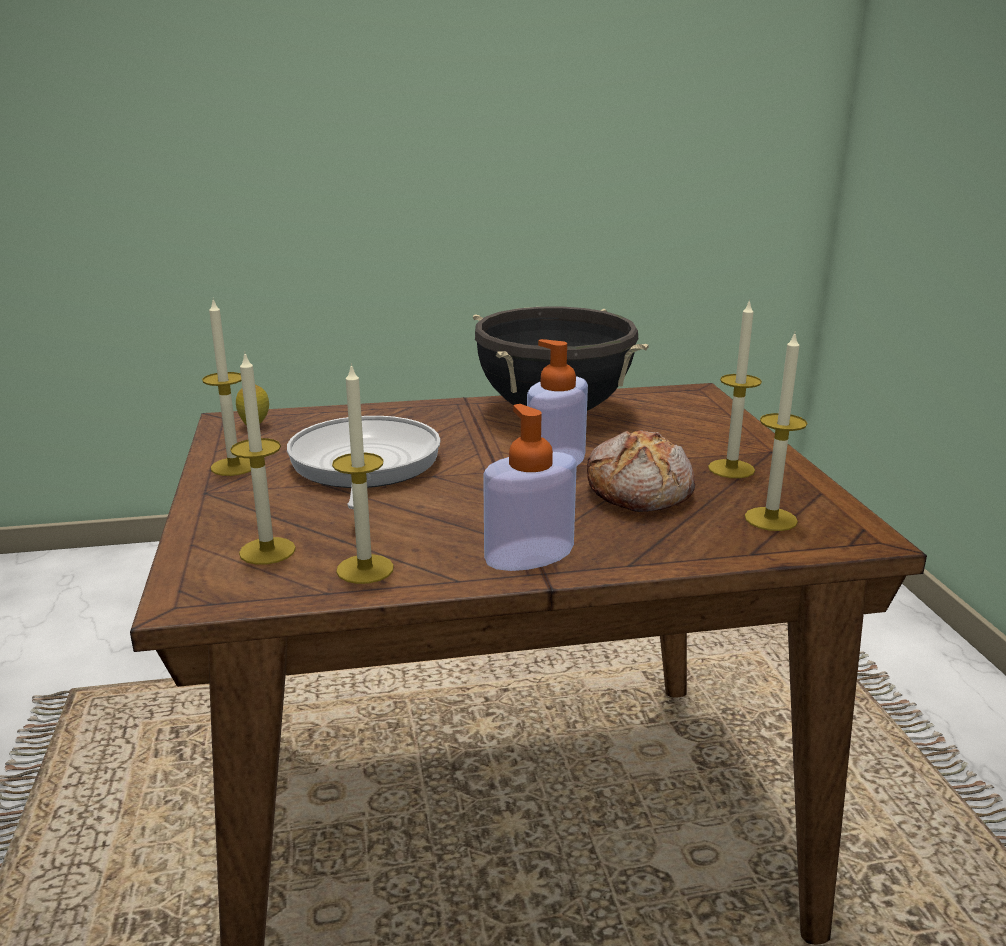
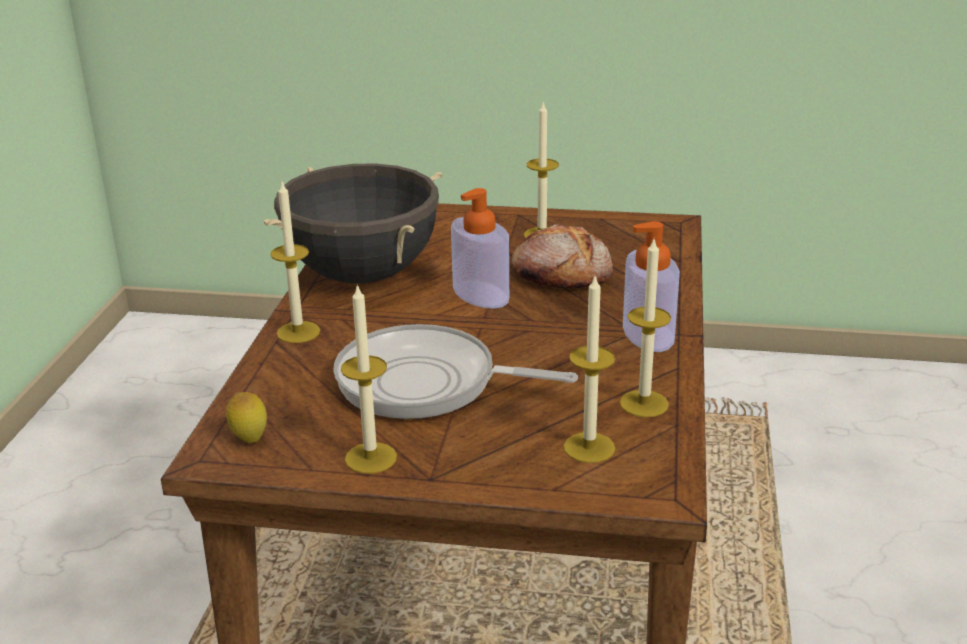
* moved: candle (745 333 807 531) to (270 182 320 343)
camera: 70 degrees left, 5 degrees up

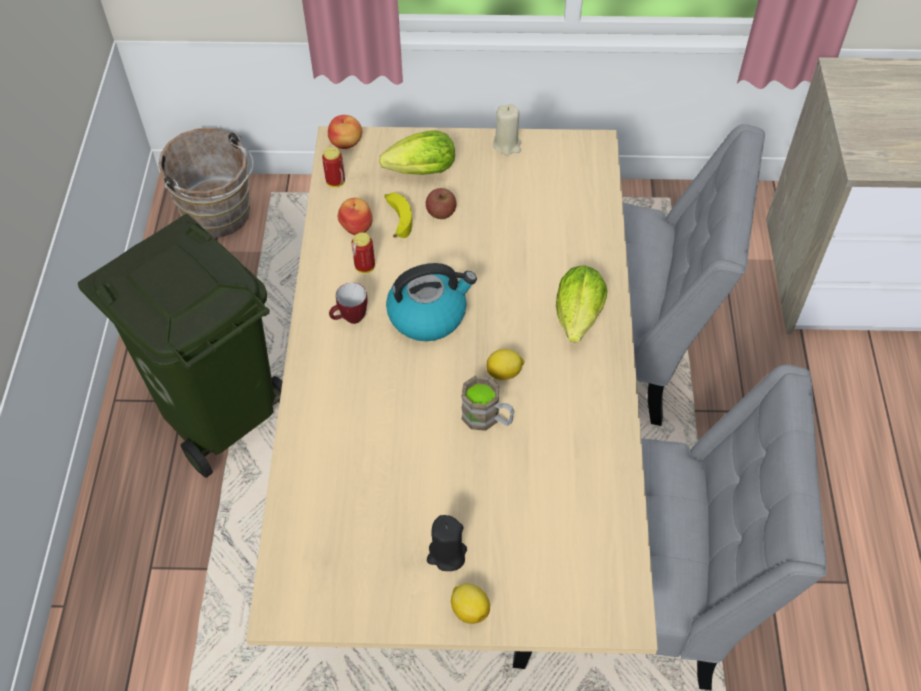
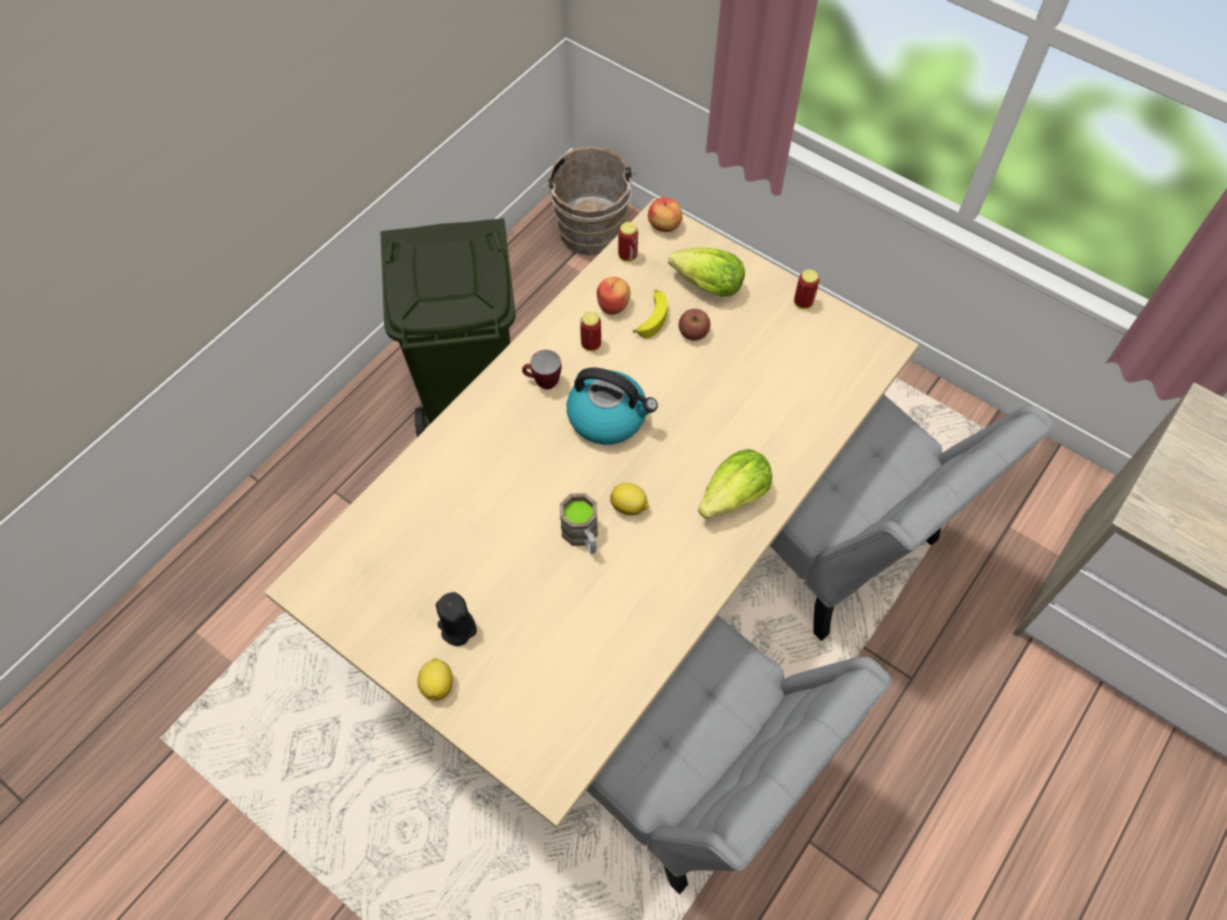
* replaced: beige candle (493 104 521 156) to can (794 269 820 309)
camera: 35 degrees right, 5 degrees up

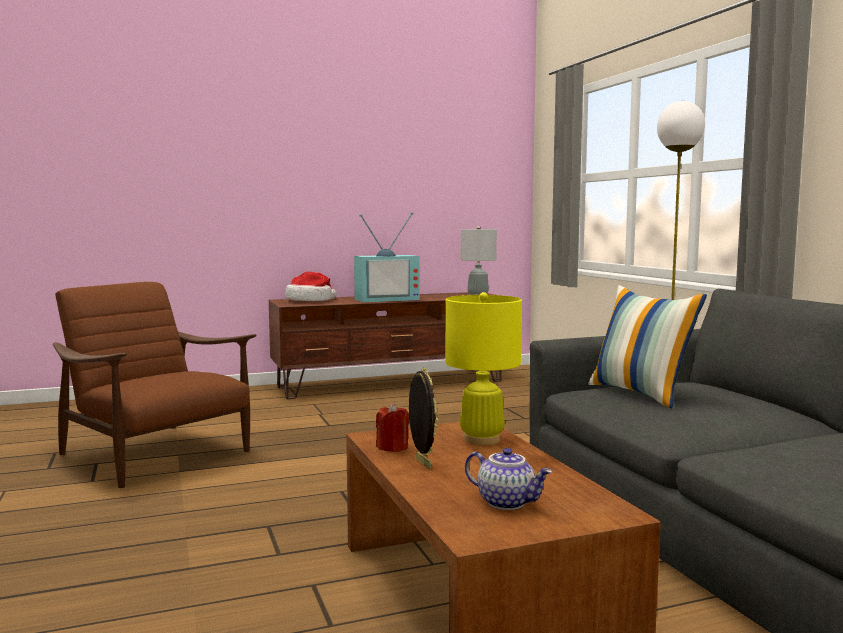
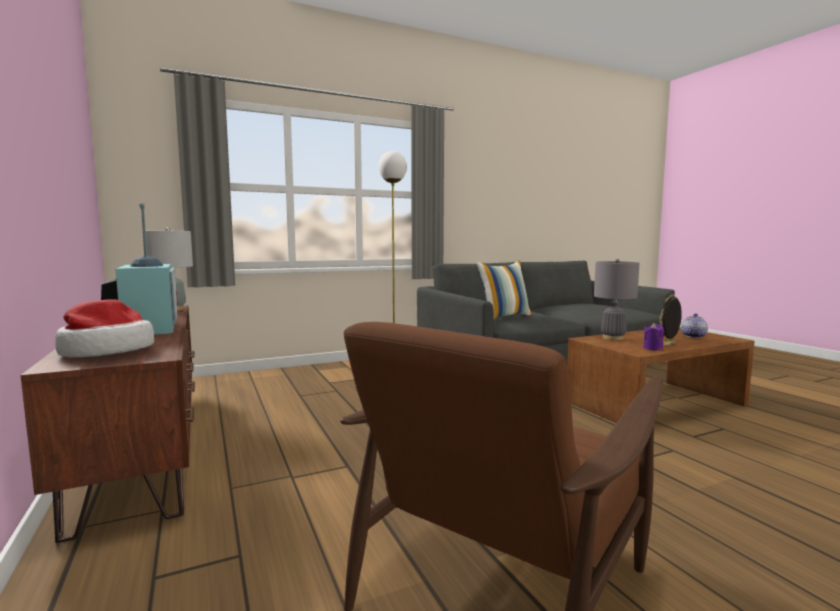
* recoloured: yellow table lamp (445 292 522 445) to grey table lamp (594 259 640 341)
* recoloured: red candle (376 403 409 452) to purple candle (644 323 664 351)
camera: 95 degrees left, 0 degrees up

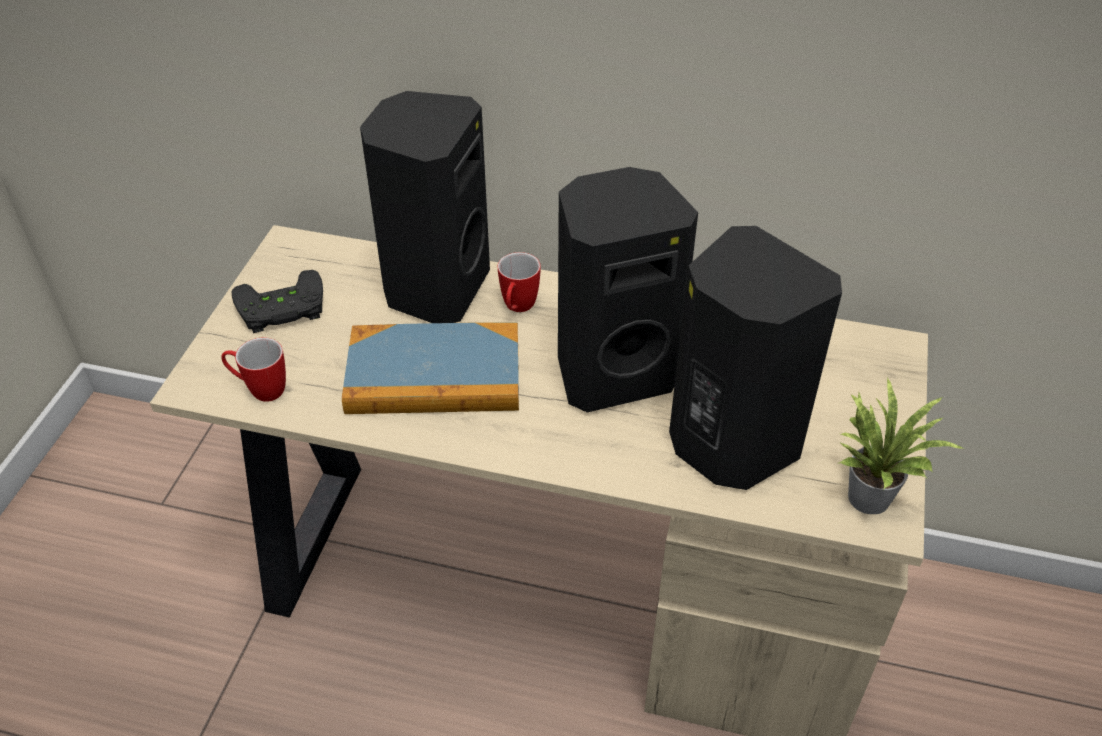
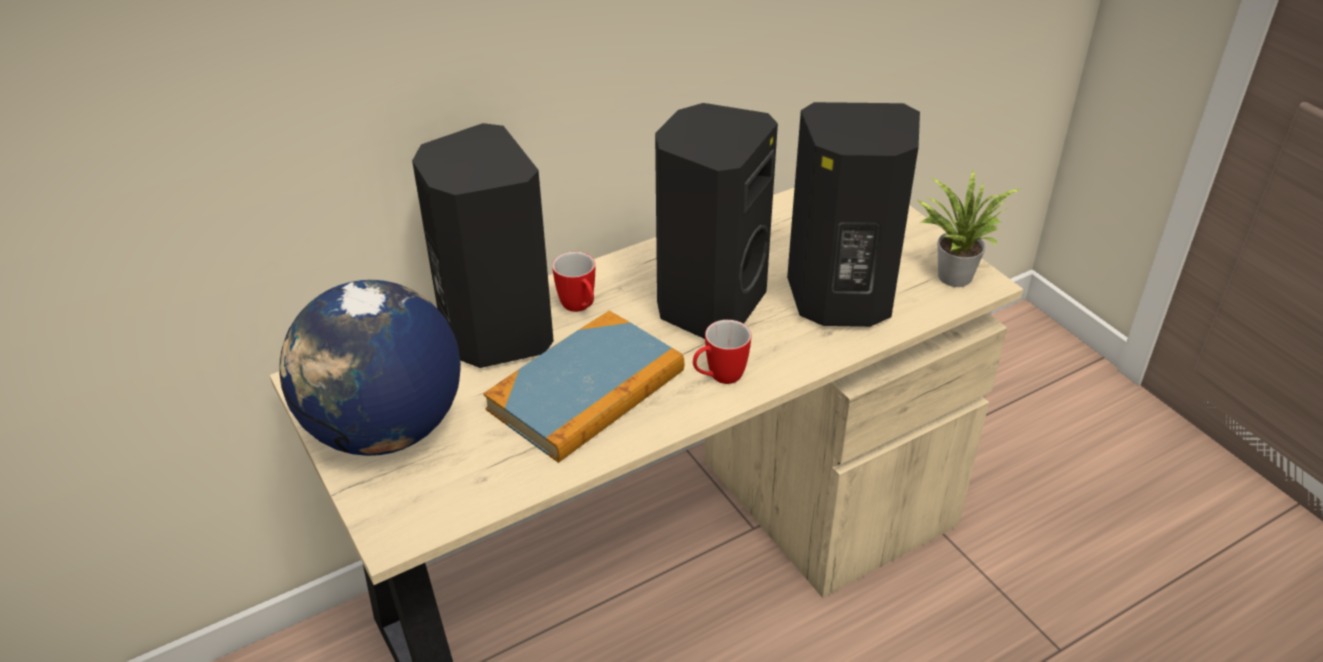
* replaced: black game controller (232 270 323 333) to globe (280 280 461 456)
* moved: mug (221 338 286 402) to (693 320 752 384)
camera: 45 degrees left, 5 degrees down

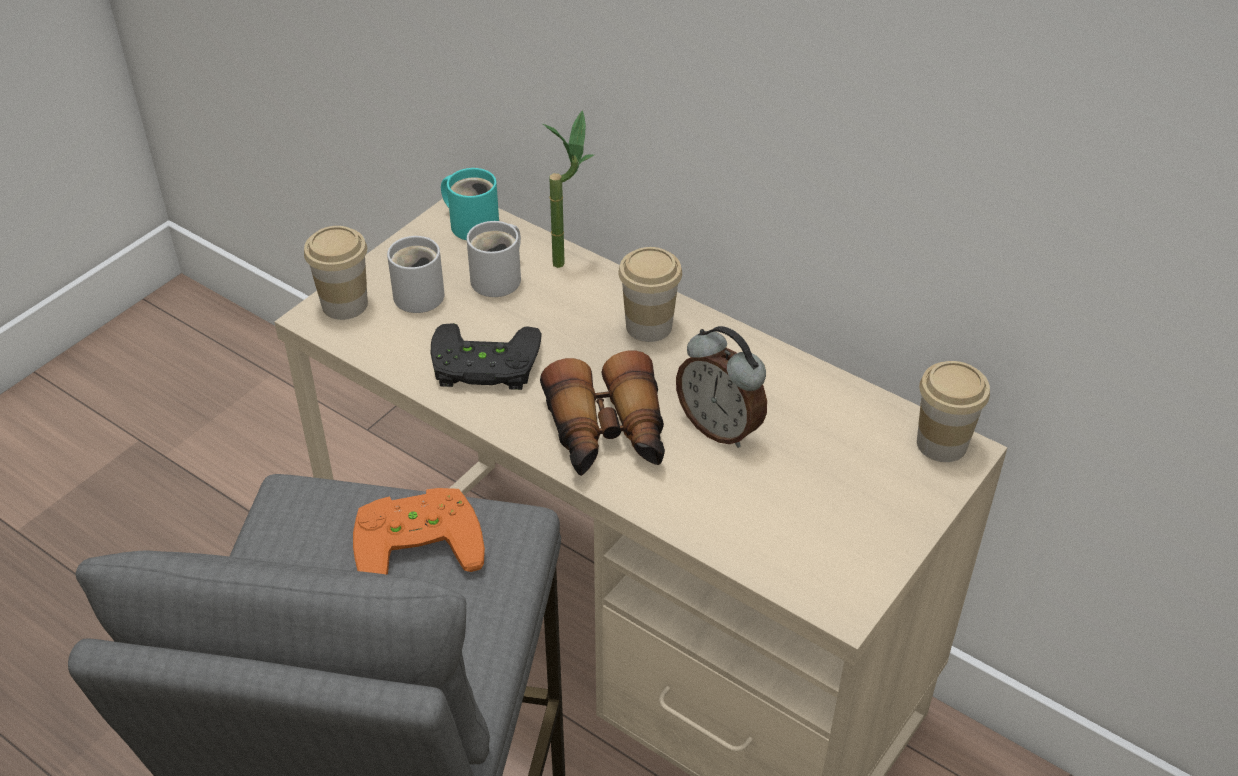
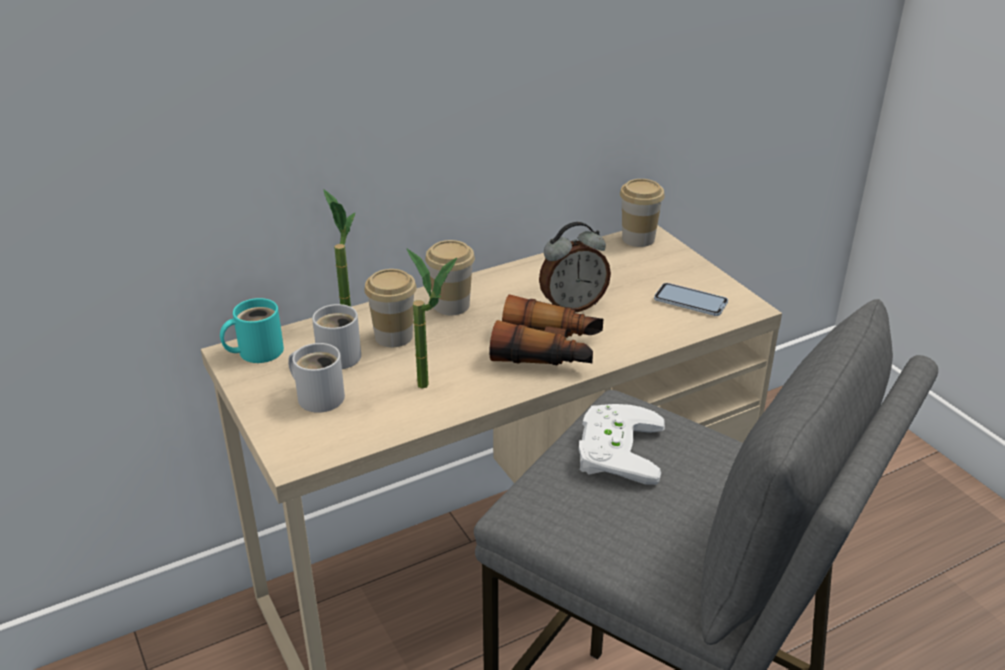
* moved: cup (304 226 368 320) to (364 269 417 347)
* replaced: black game controller (431 323 542 390) to potted plant (407 249 457 389)
* recoloured: orange game controller (353 488 485 575) to white game controller (579 404 665 485)
* added: phone (654 283 728 316)
camera: 65 degrees left, 10 degrees down

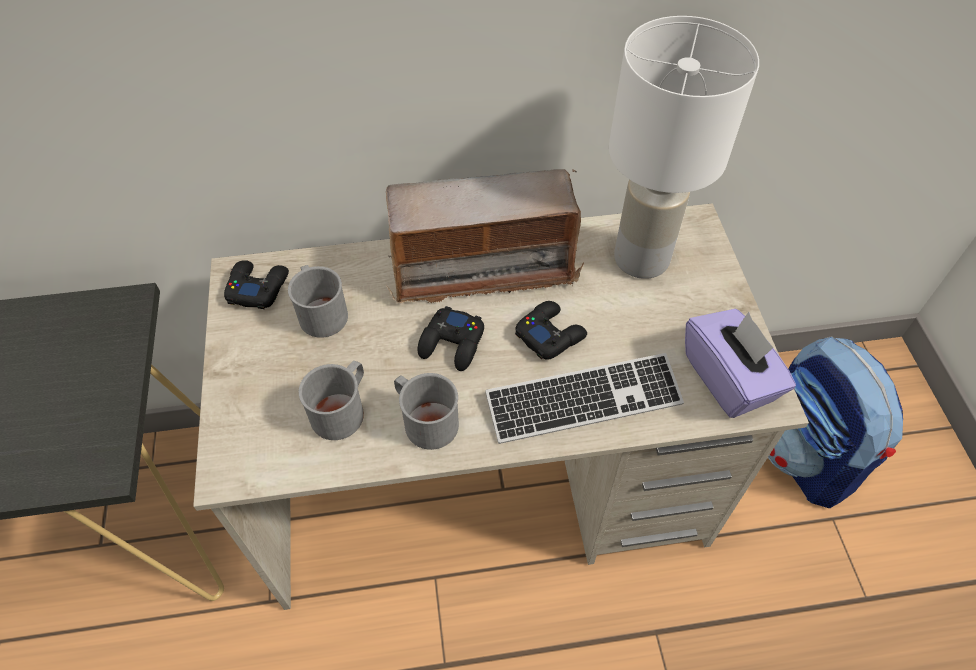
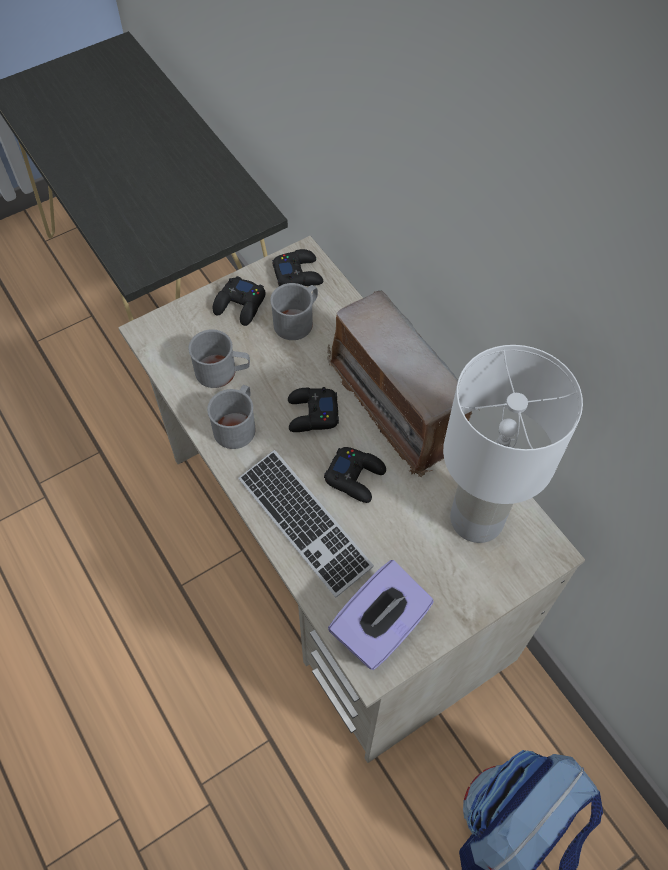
* added: black game controller (213 276 266 326)
camera: 65 degrees right, 5 degrees up

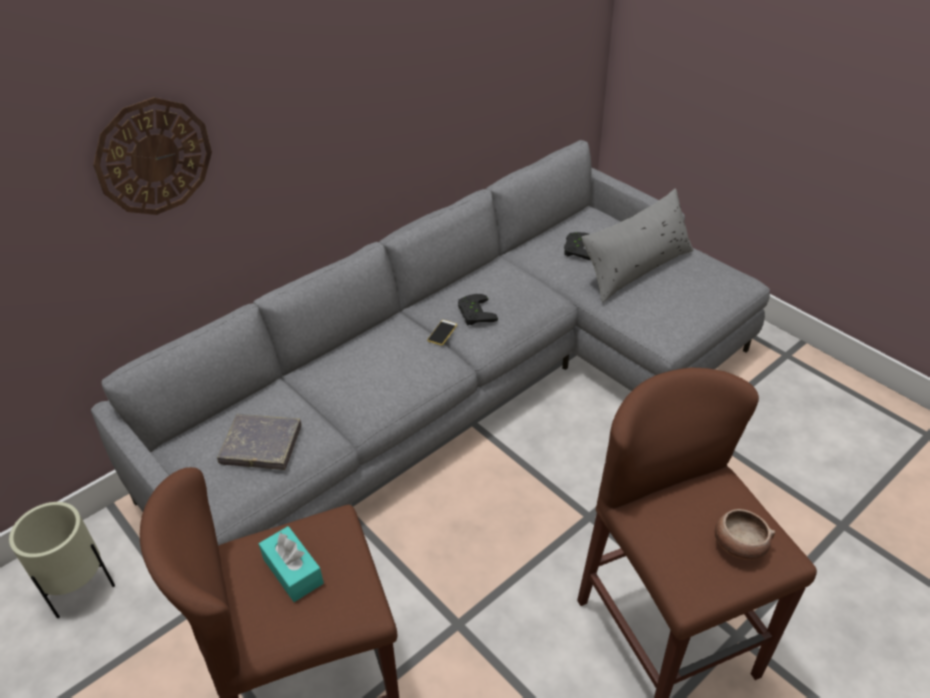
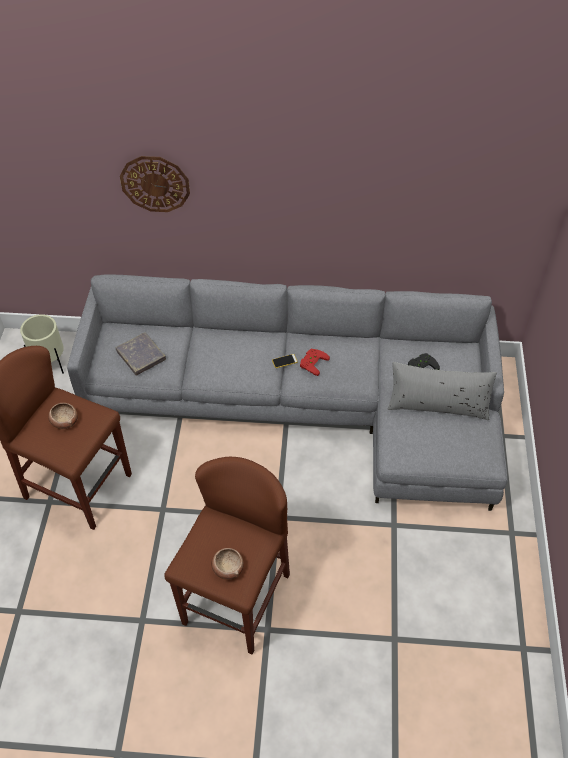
* recoloured: black game controller (458 294 498 325) to red game controller (300 349 330 376)
* replaced: turquoise tissue box (259 526 324 602) to bowl (48 403 78 429)
camera: 45 degrees right, 10 degrees up

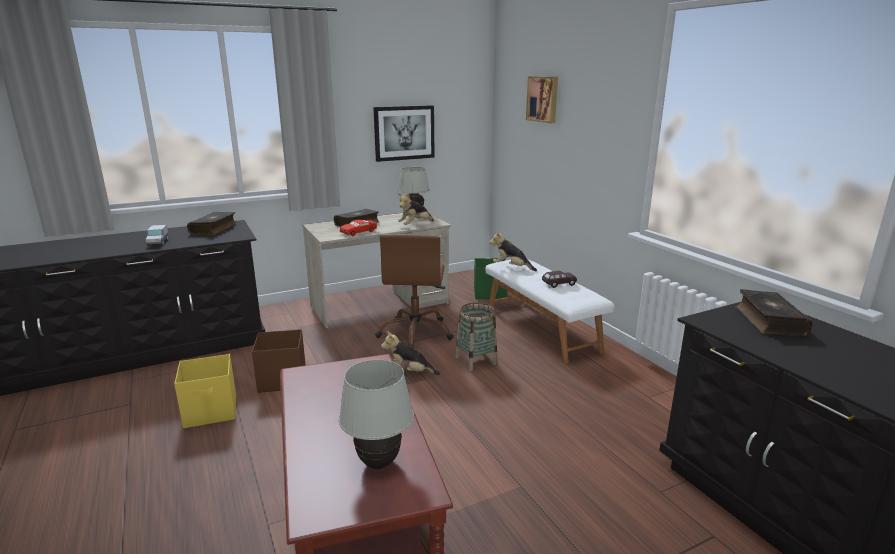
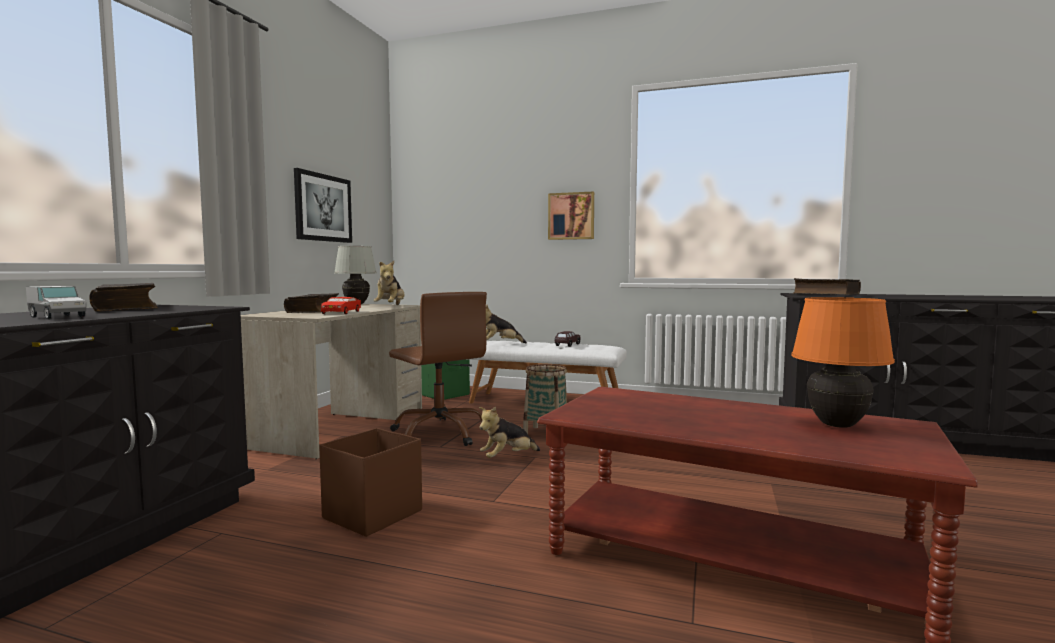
* moved: picture (526 76 558 123) to (548 192 594 240)
* removed: yellow storage box (174 354 236 428)
* recoloured: white table lamp (339 359 414 469) to orange table lamp (791 297 895 428)
camera: 45 degrees left, 15 degrees down

